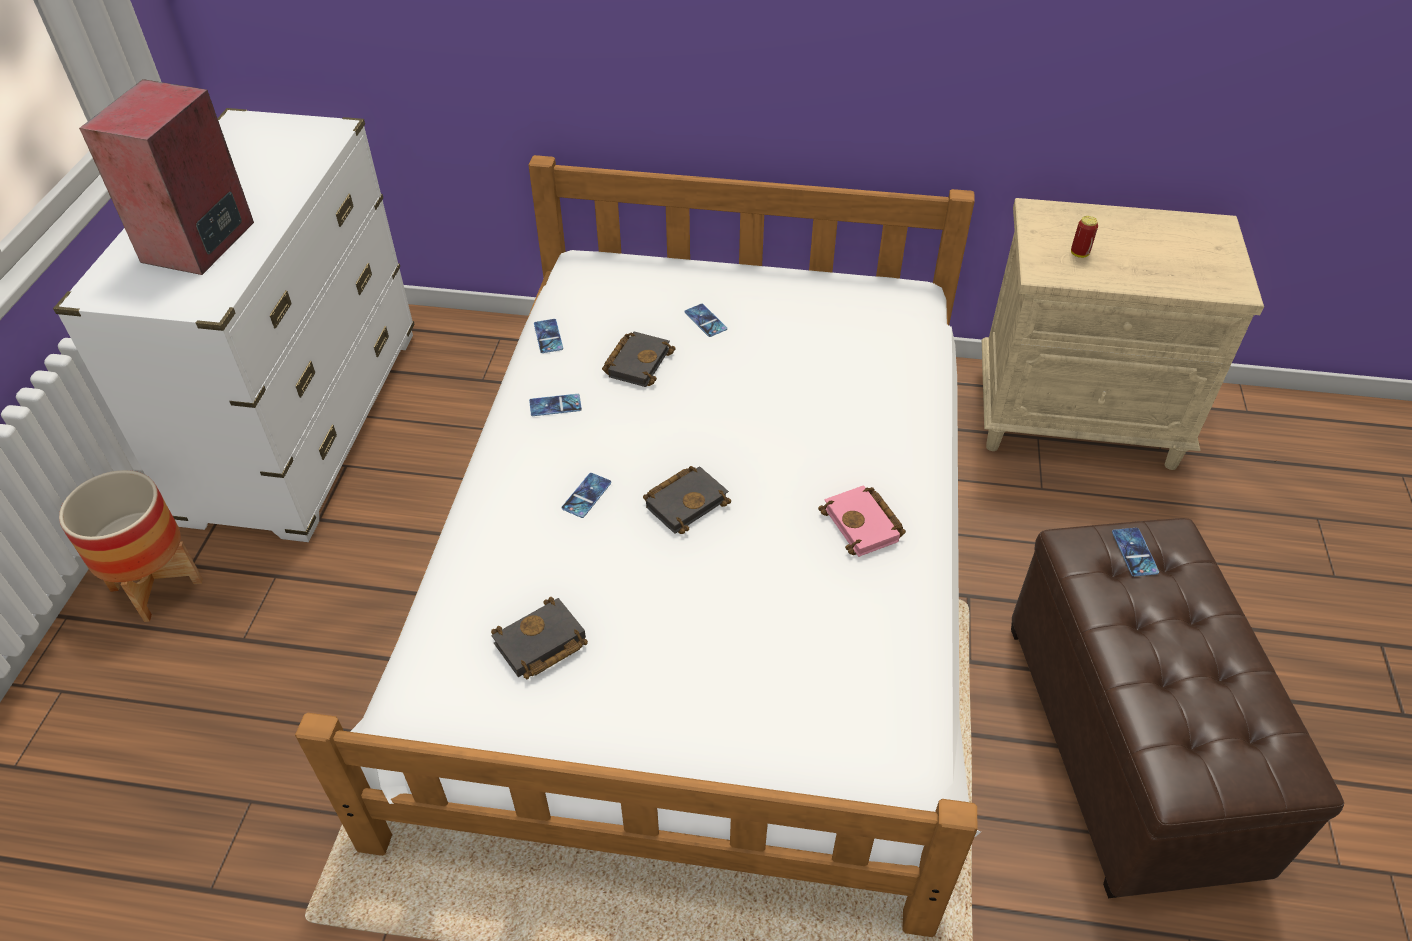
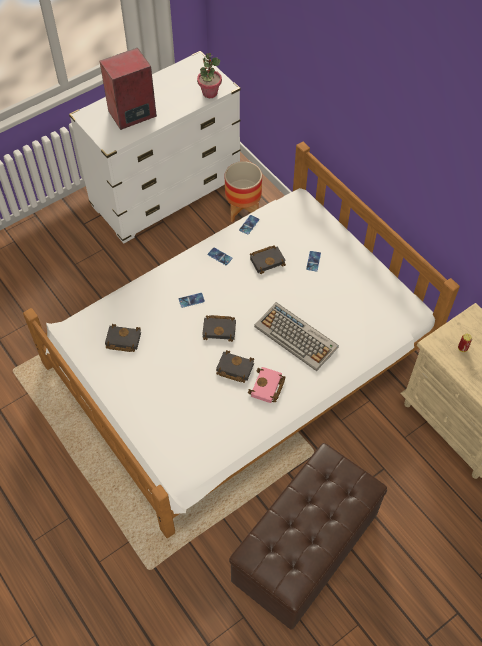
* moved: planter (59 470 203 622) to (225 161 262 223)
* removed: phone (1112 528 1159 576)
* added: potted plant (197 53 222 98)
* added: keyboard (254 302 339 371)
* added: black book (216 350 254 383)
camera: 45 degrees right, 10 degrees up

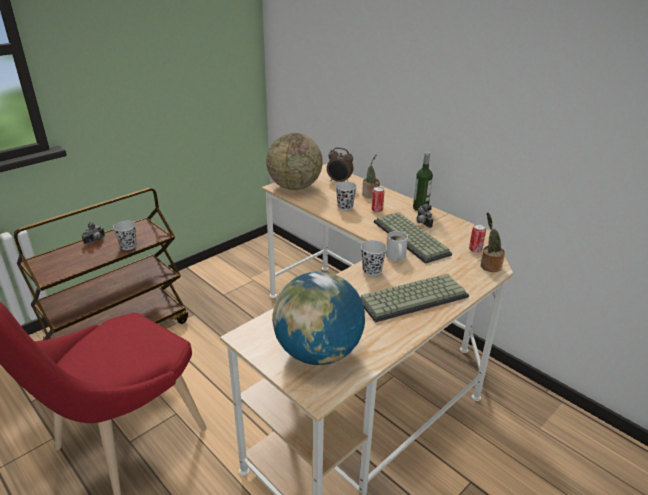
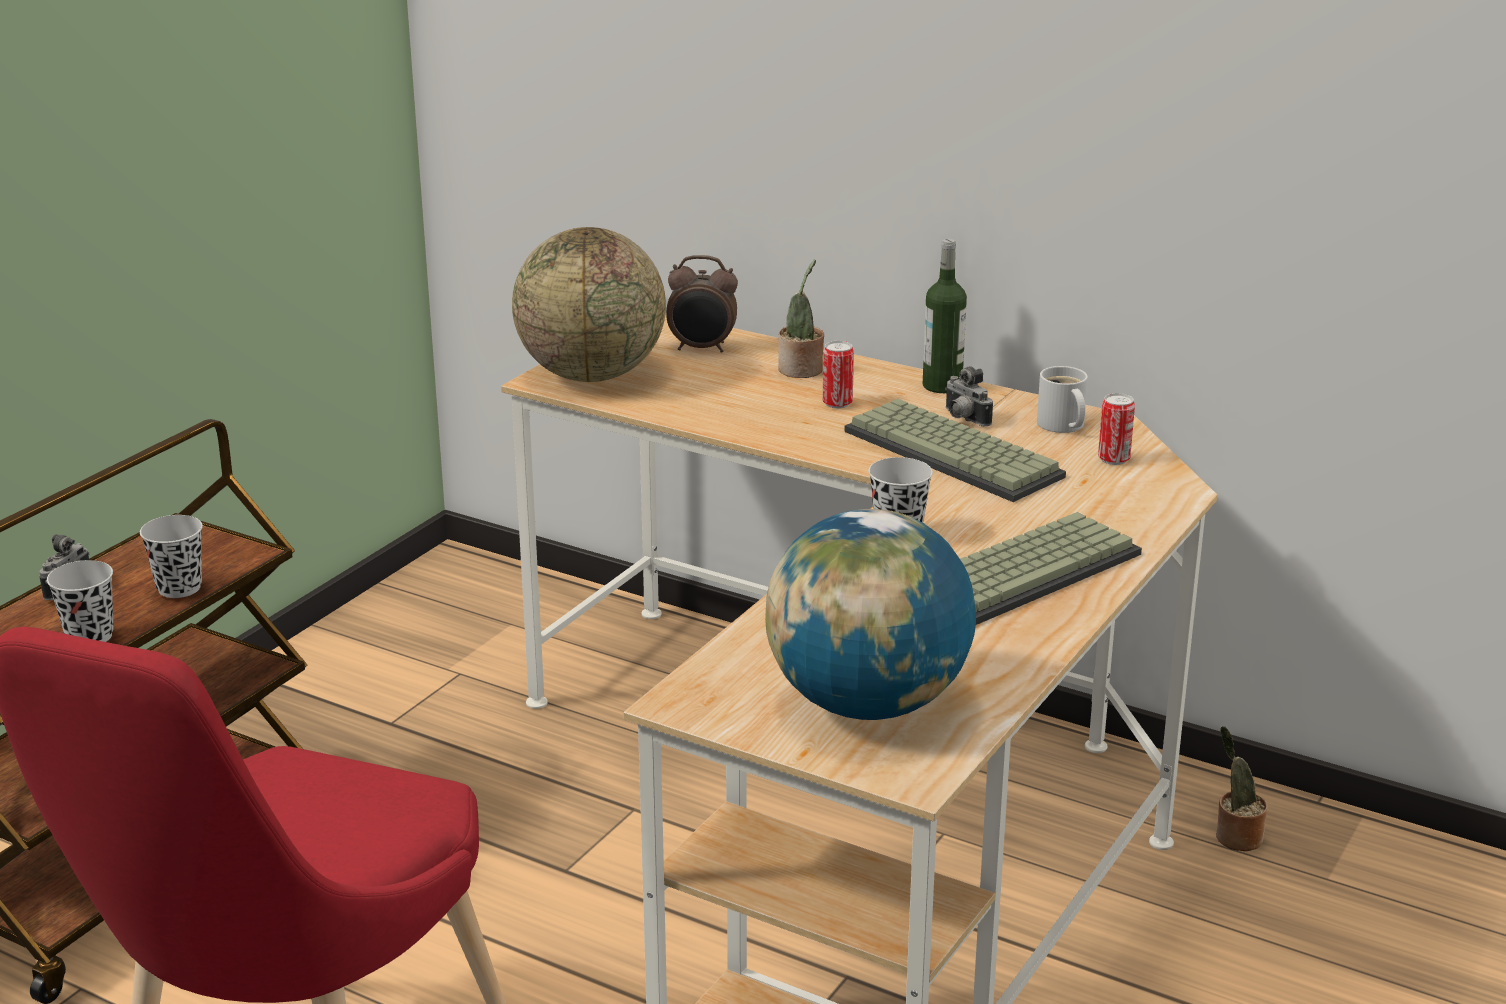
* moved: black cup (335 181 357 210) to (47 560 113 642)
* moved: potted plant (480 212 505 272) to (1216 726 1268 851)
* moved: white mug (386 231 408 261) to (1037 366 1088 433)
camera: 15 degrees left, 5 degrees down

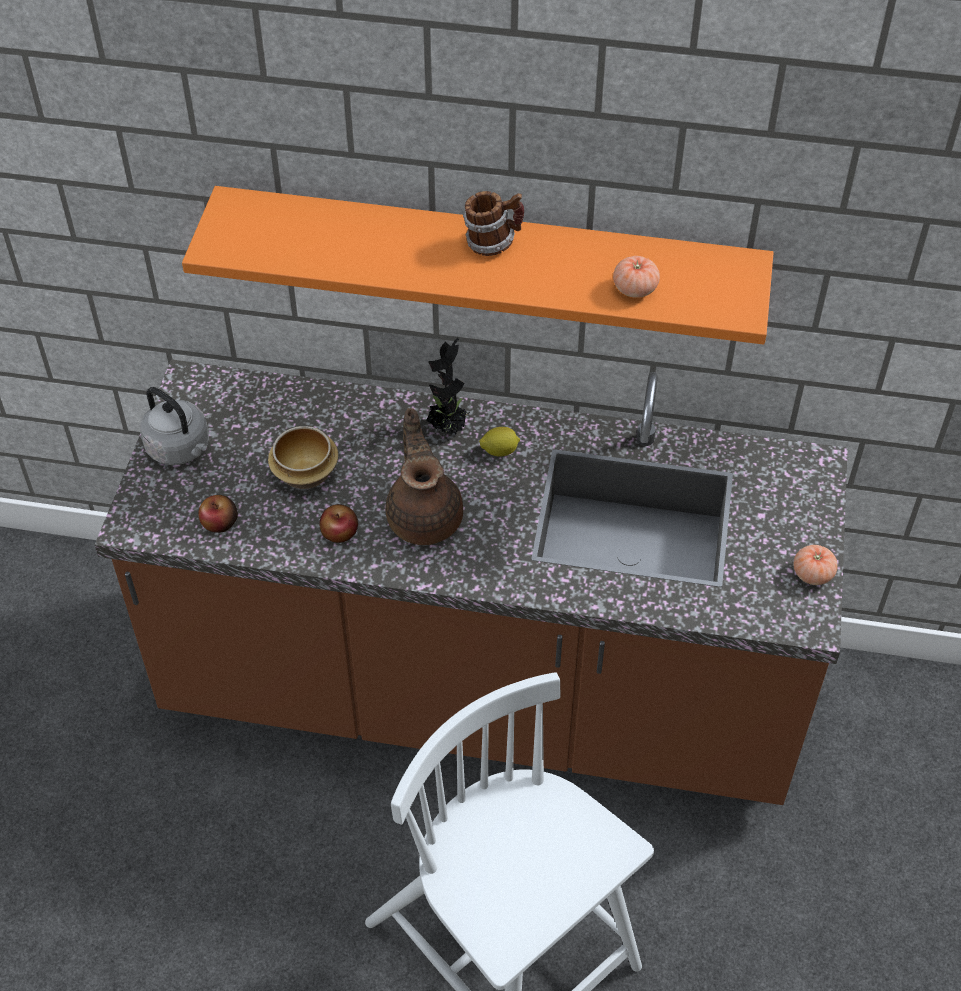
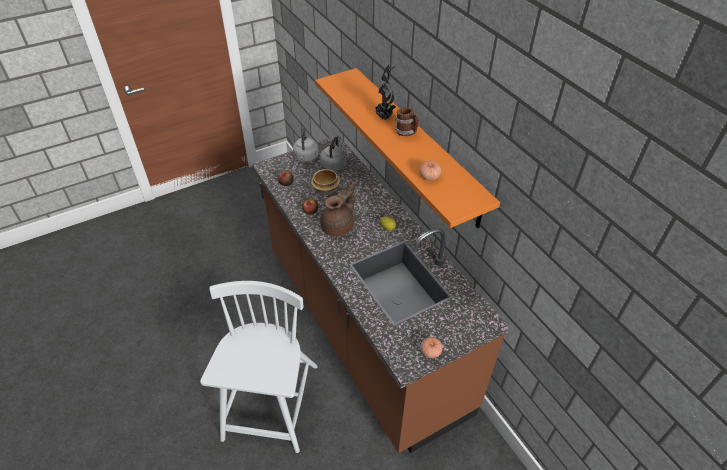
* moved: potted plant (426 337 470 436) to (375 65 396 120)
* added: grey kettle (320 137 346 171)
camera: 50 degrees right, 5 degrees down

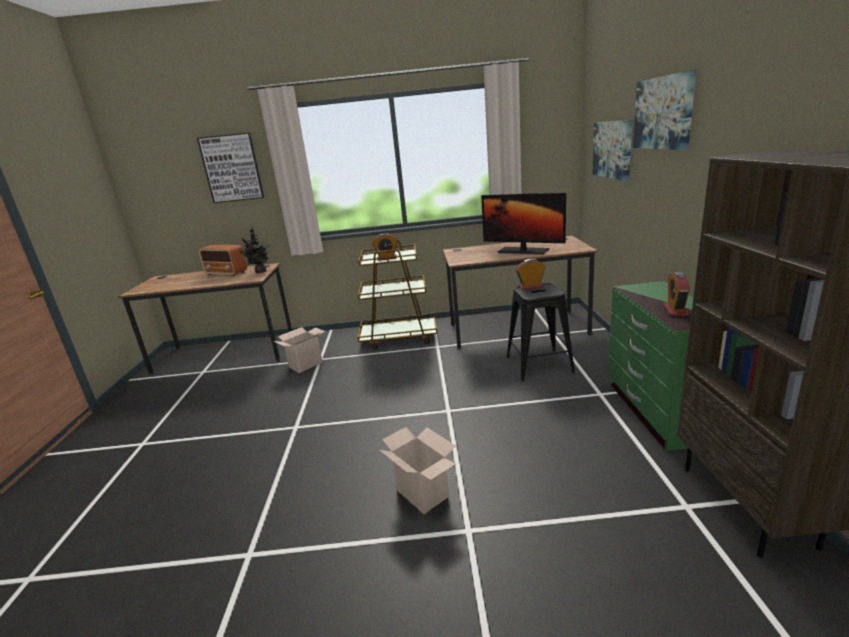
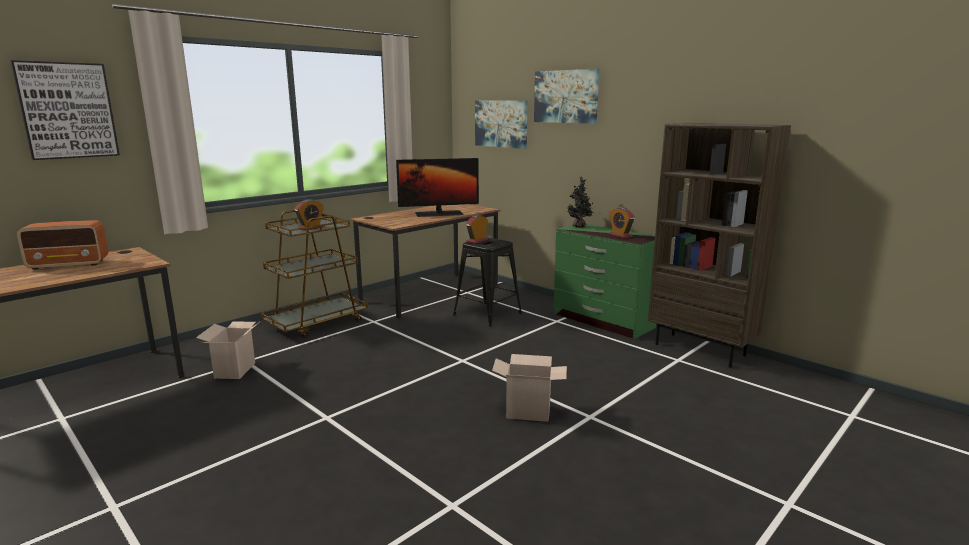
* moved: potted plant (240 227 270 273) to (568 177 594 228)
camera: 45 degrees left, 5 degrees down

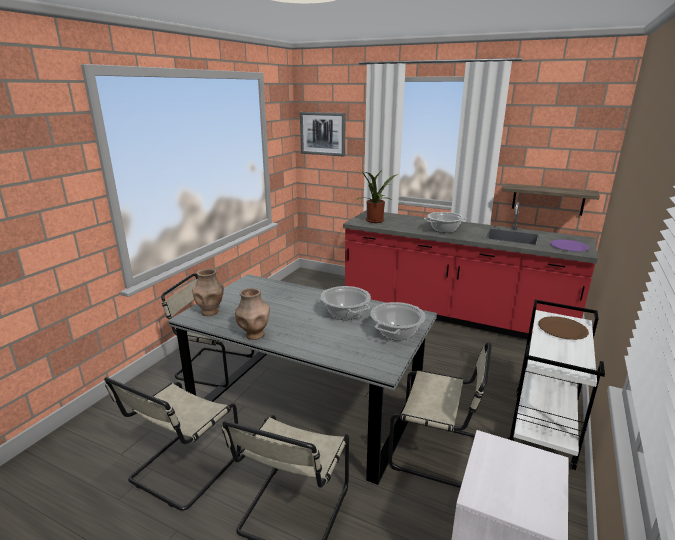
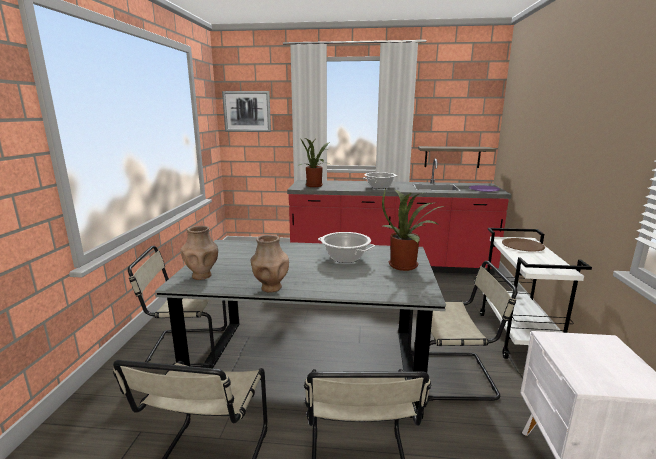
* replaced: cooking pot (371 302 426 341) to potted plant (382 187 445 271)
camera: 20 degrees left, 5 degrees down

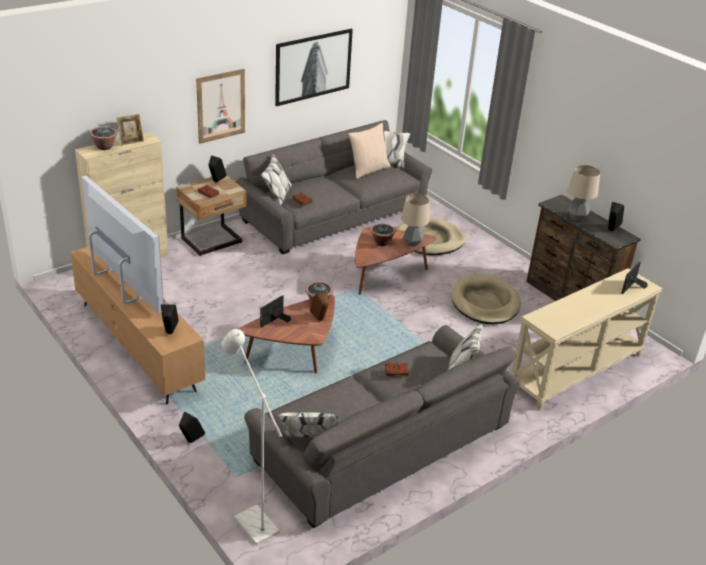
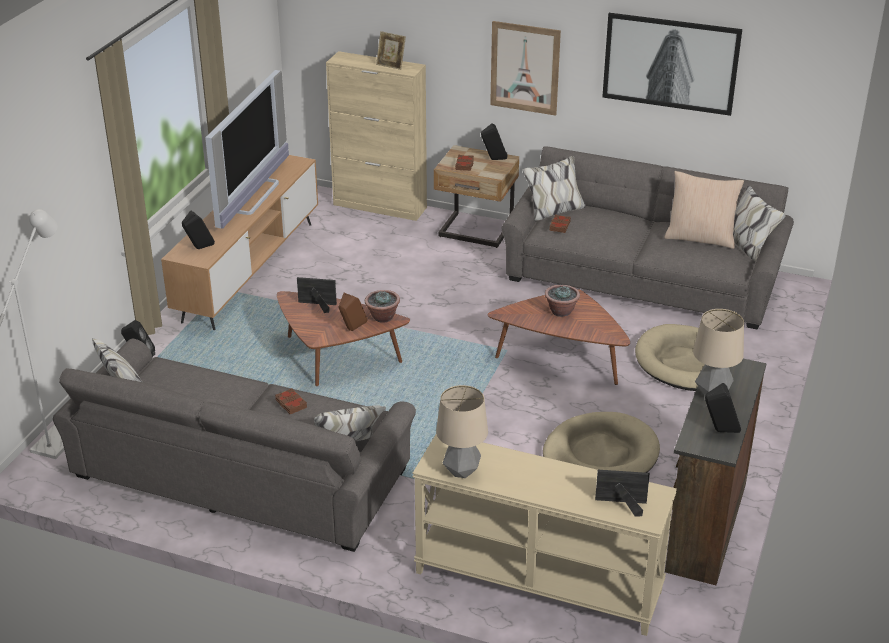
* removed: potted plant (90 127 117 150)
* moved: table lamp (401 194 429 247) to (436 385 488 478)
camera: 60 degrees right, 0 degrees up

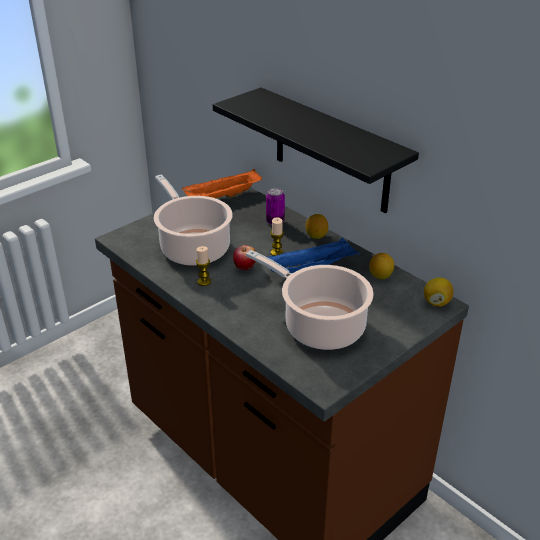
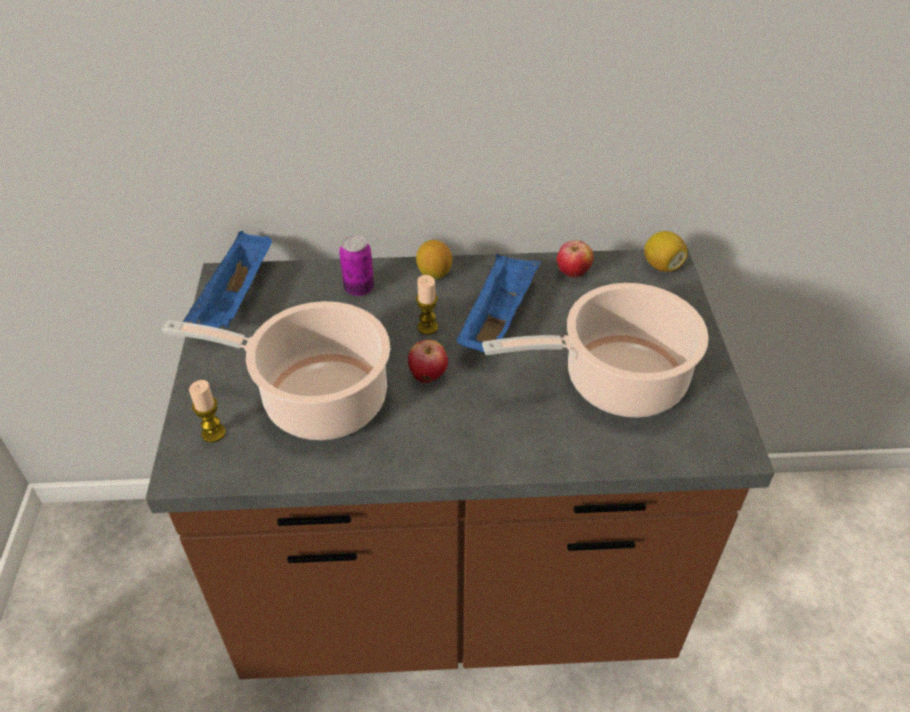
* removed: black shelf (213 87 419 213)
* recoloured: orange tray (182 169 262 198) to blue tray (183 231 272 328)
* moved: candle (196 246 211 286) to (189 380 226 443)
* replaced: lemon (369 253 394 279) to apple (557 240 594 278)
camera: 50 degrees left, 10 degrees up

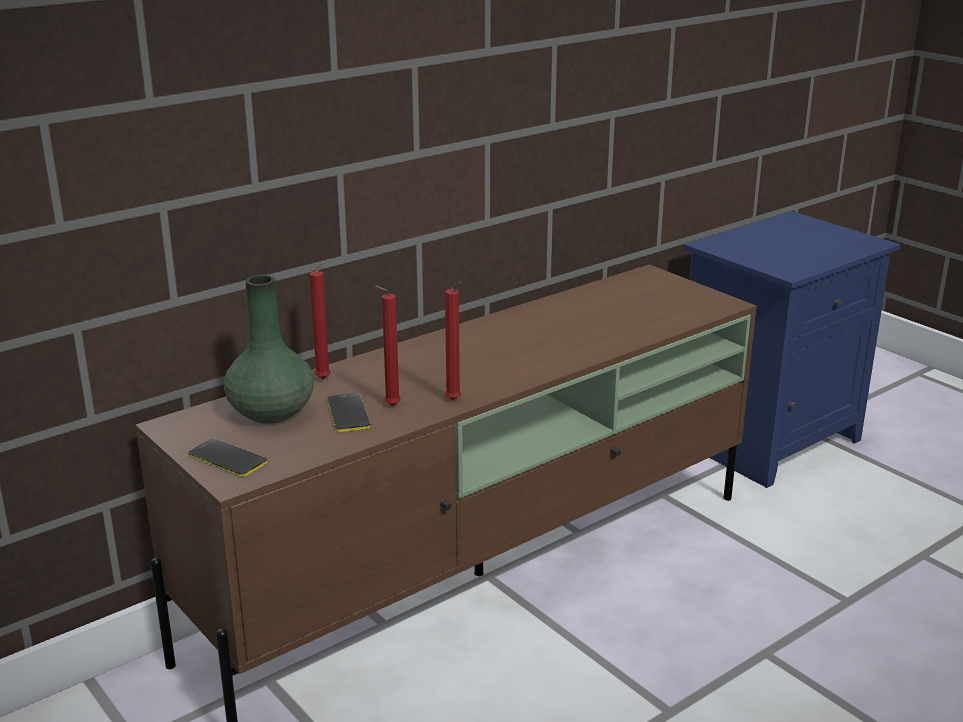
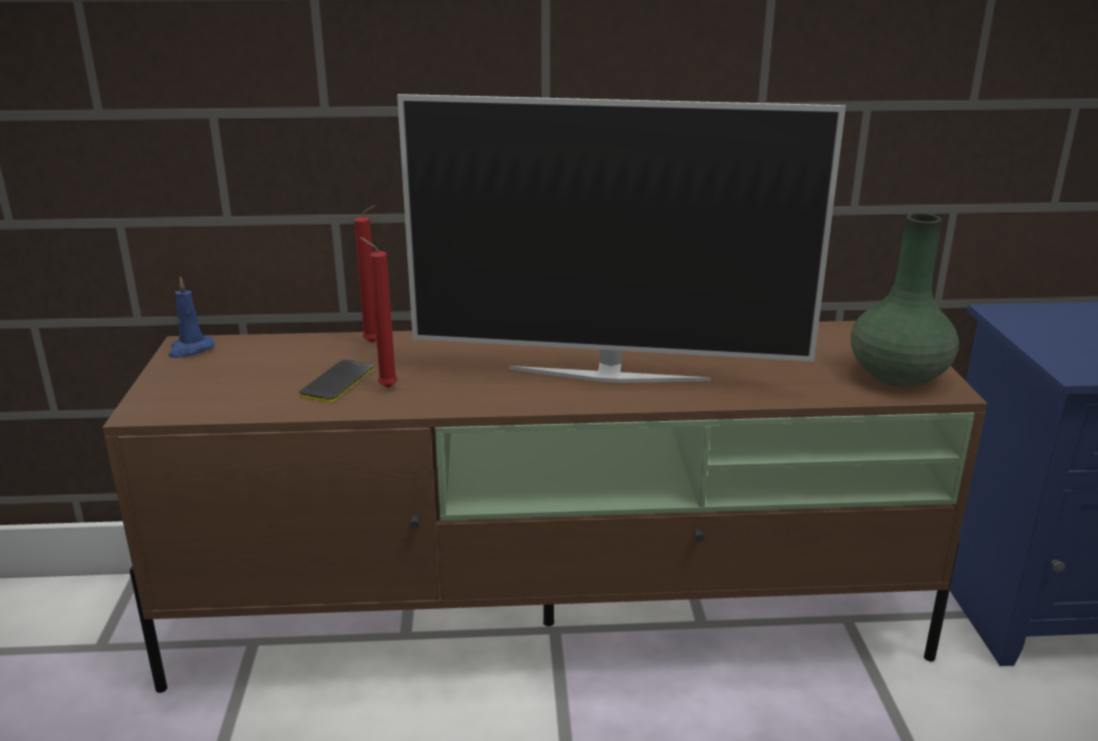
* moved: green vase (224 275 314 424) to (851 213 959 388)
* removed: red candle (445 282 462 400)
* removed: phone (188 438 267 477)
* added: television (397 94 846 383)
* added: blue candle (168 277 215 358)
camera: 35 degrees right, 0 degrees up

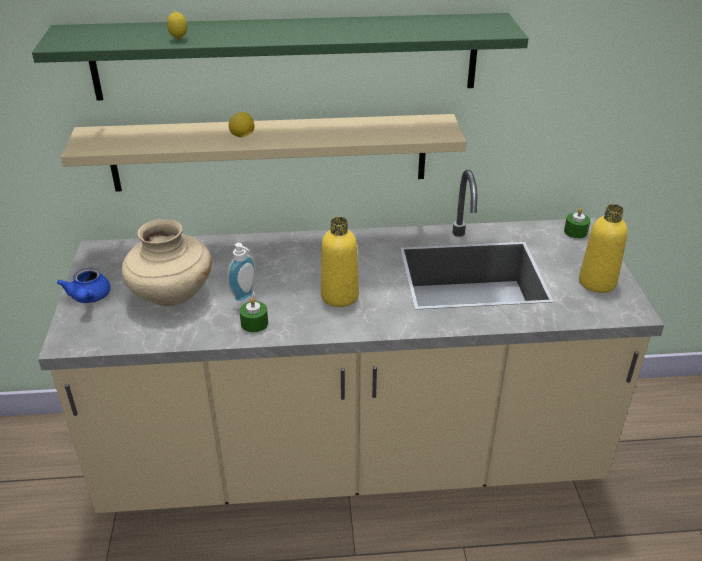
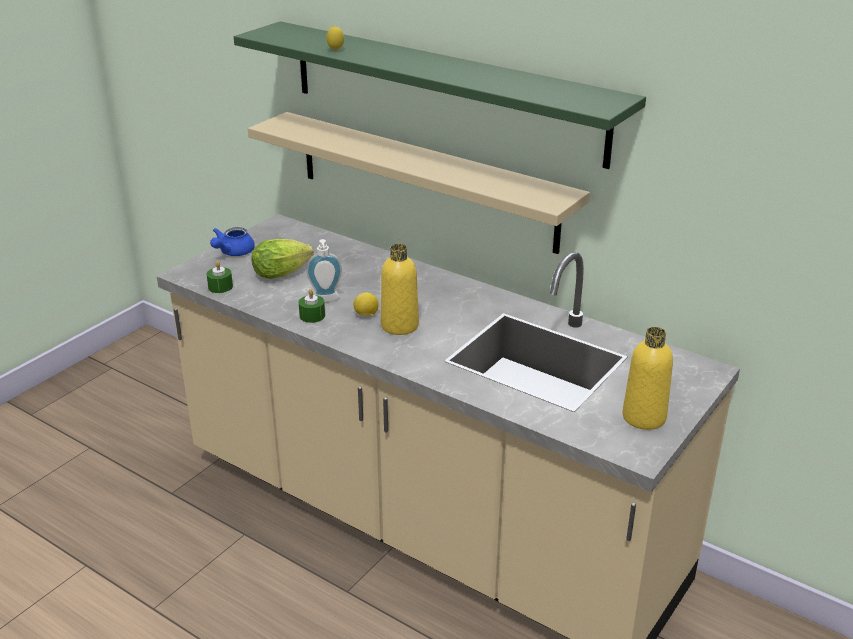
* moved: lemon (229 112 254 137) to (353 292 378 316)
* moved: green candle (564 208 590 238) to (207 261 233 293)
* replaced: beige vase (122 219 212 306) to lettuce (251 239 314 279)
camera: 40 degrees right, 5 degrees down

